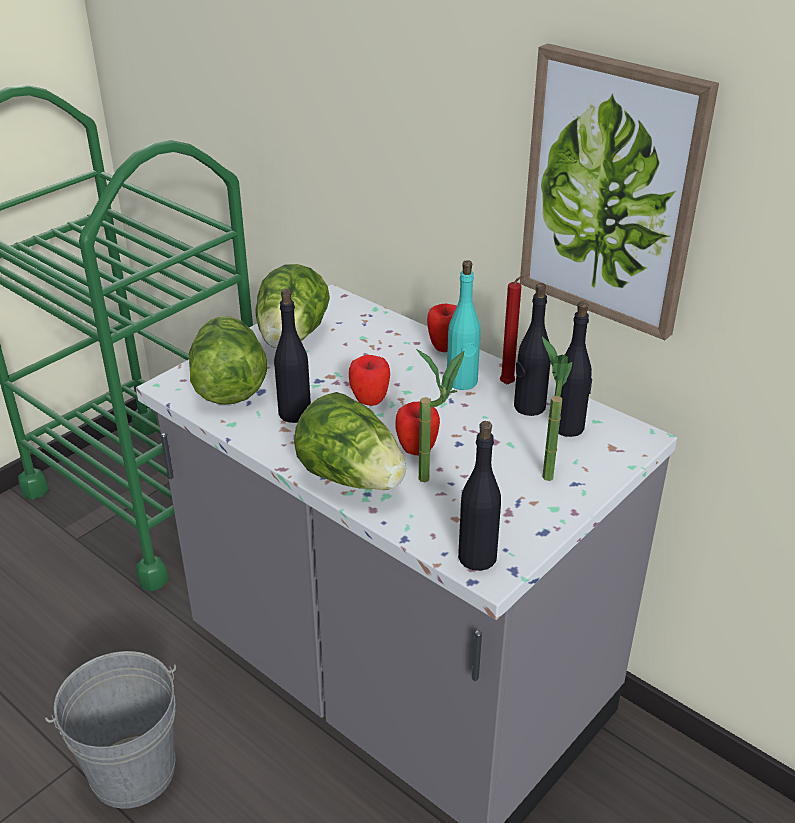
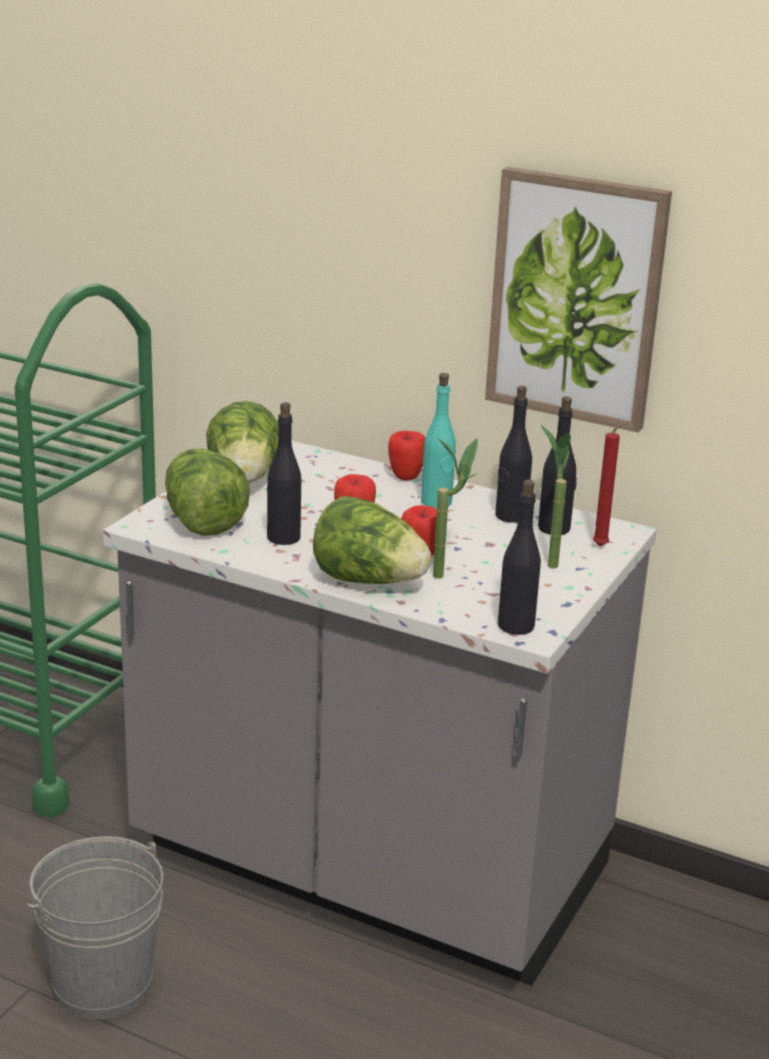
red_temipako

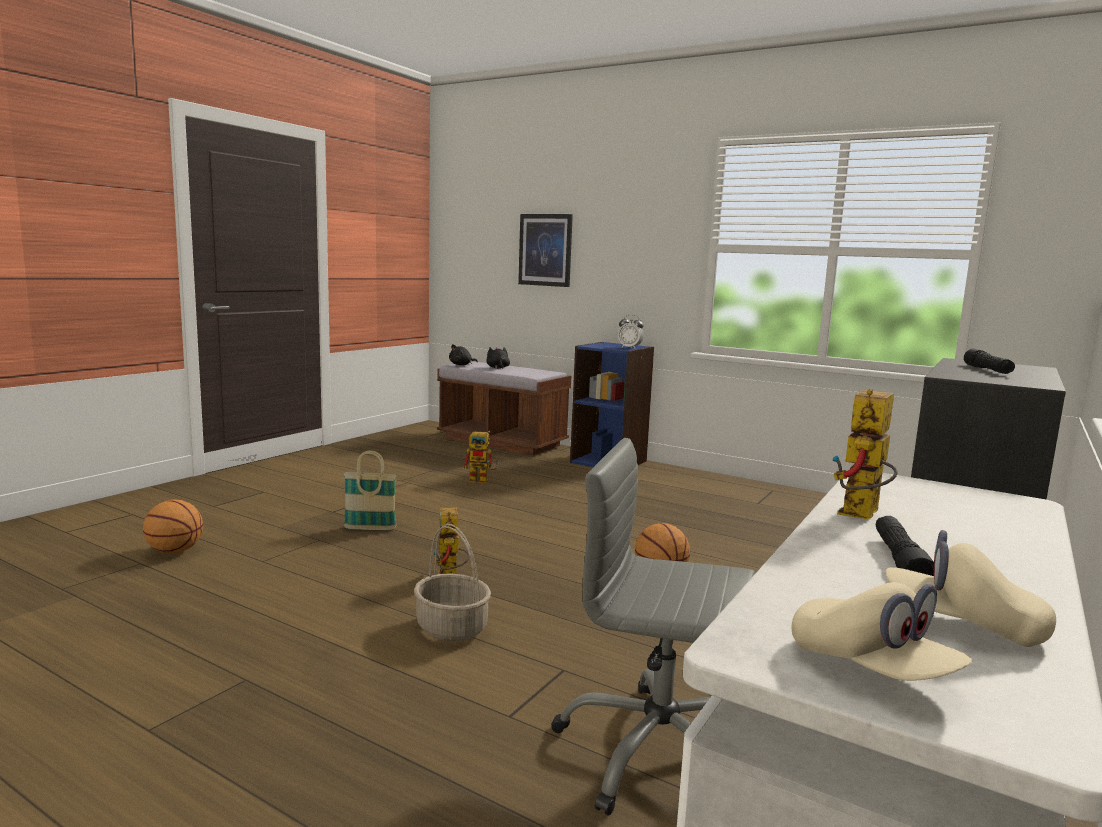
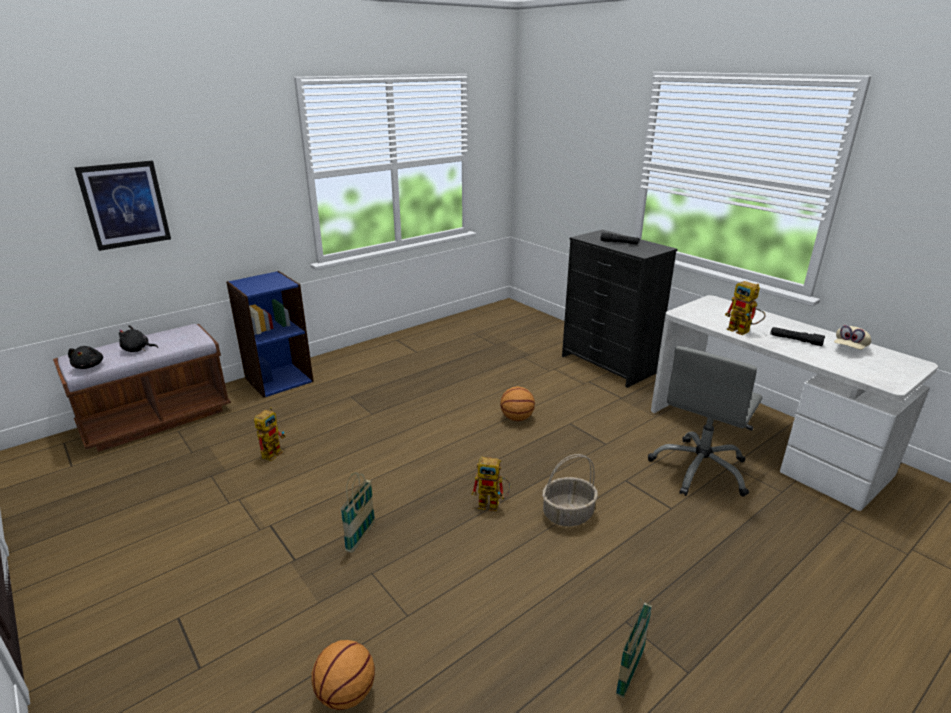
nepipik
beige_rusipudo (no. 1 from left in the first image)
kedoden (no. 3 from left)

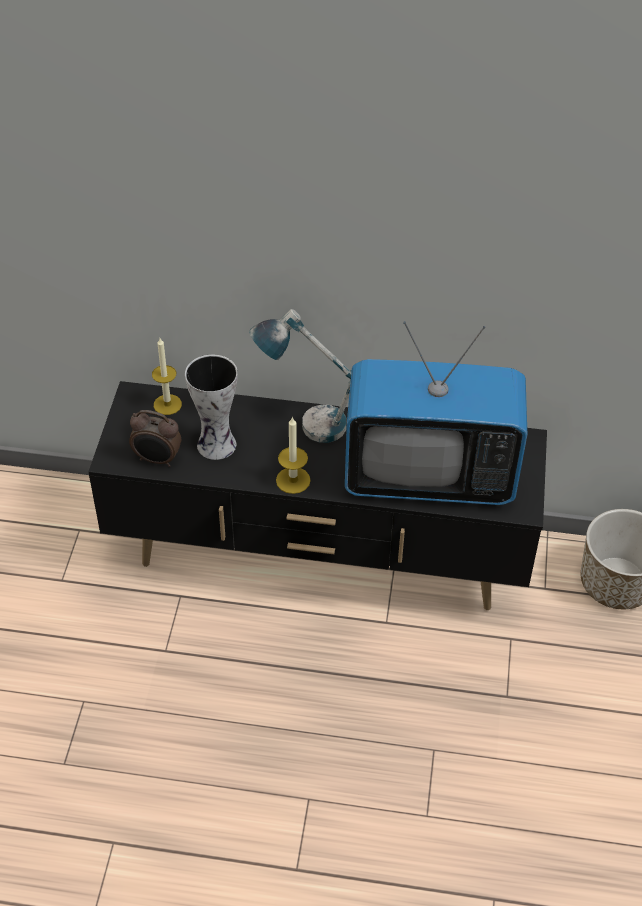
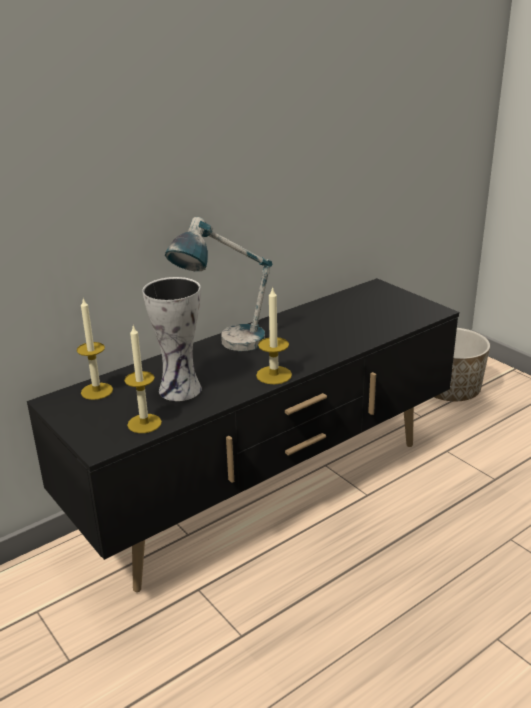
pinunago
temipako (no. 2 from left)

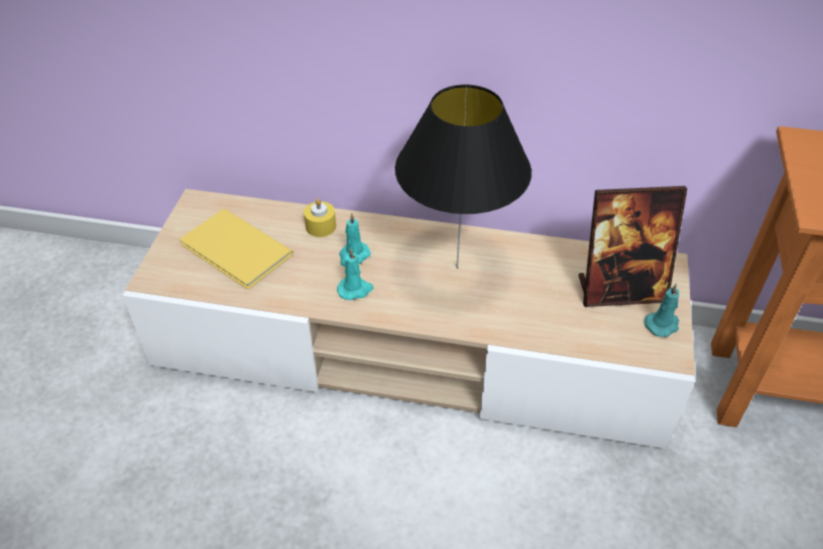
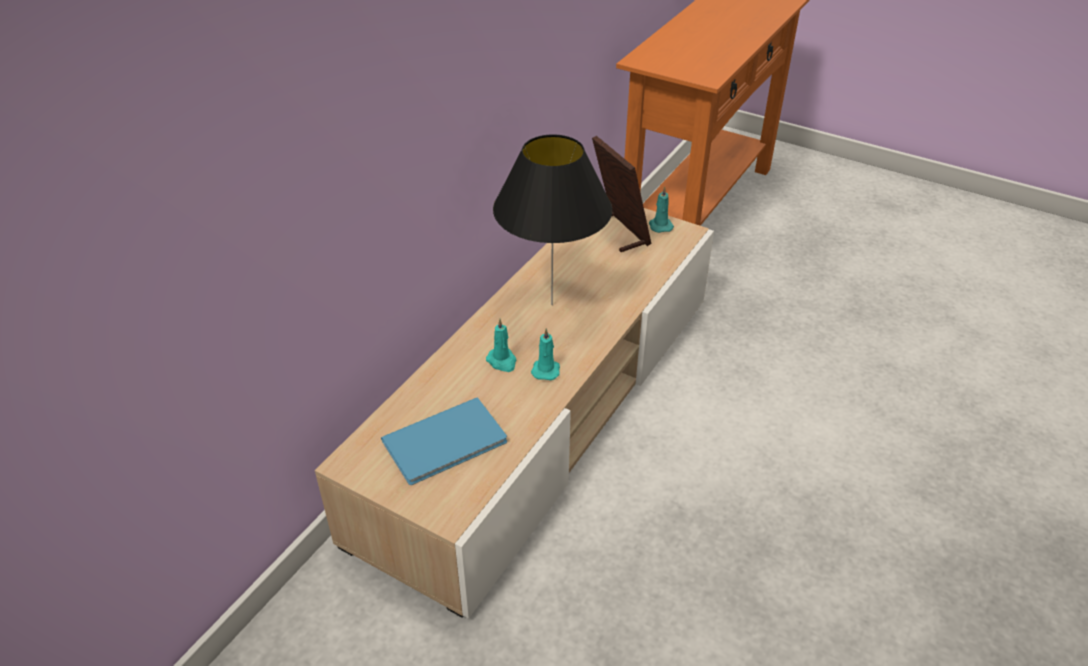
yellow_temipako
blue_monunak
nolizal

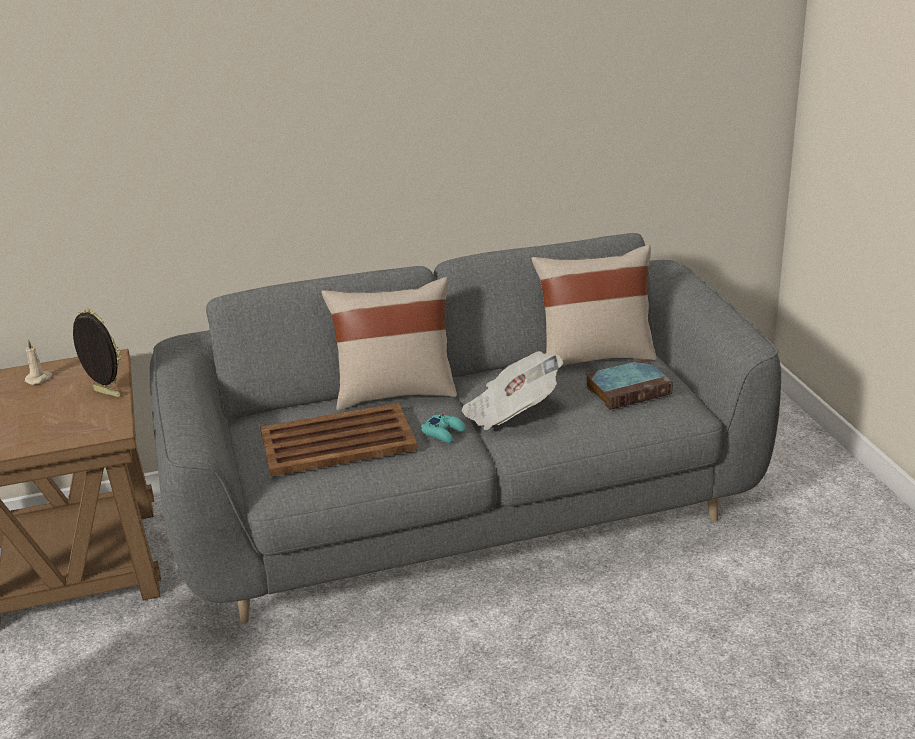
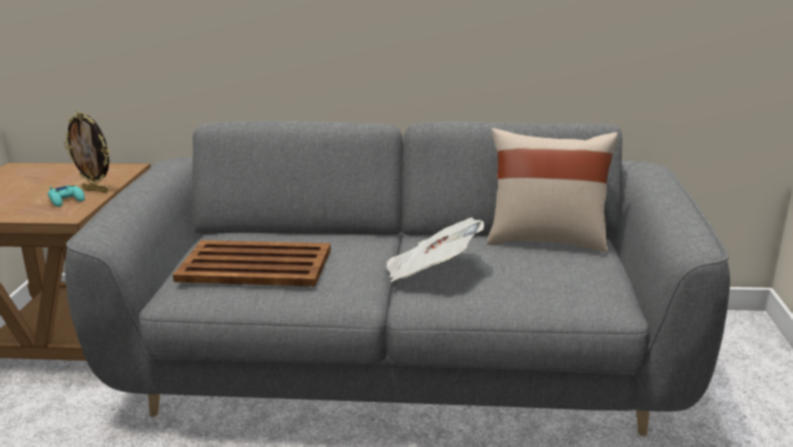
beige_temipako
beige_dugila (no. 1 from left in the first image)
monunak
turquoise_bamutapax
nolizal

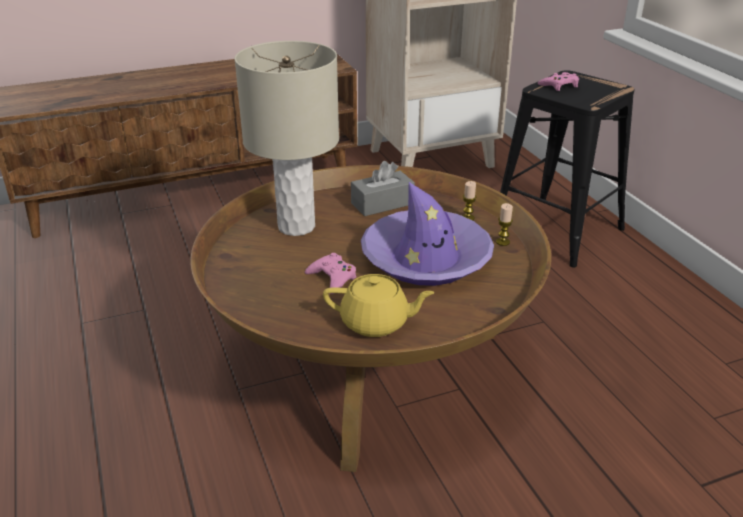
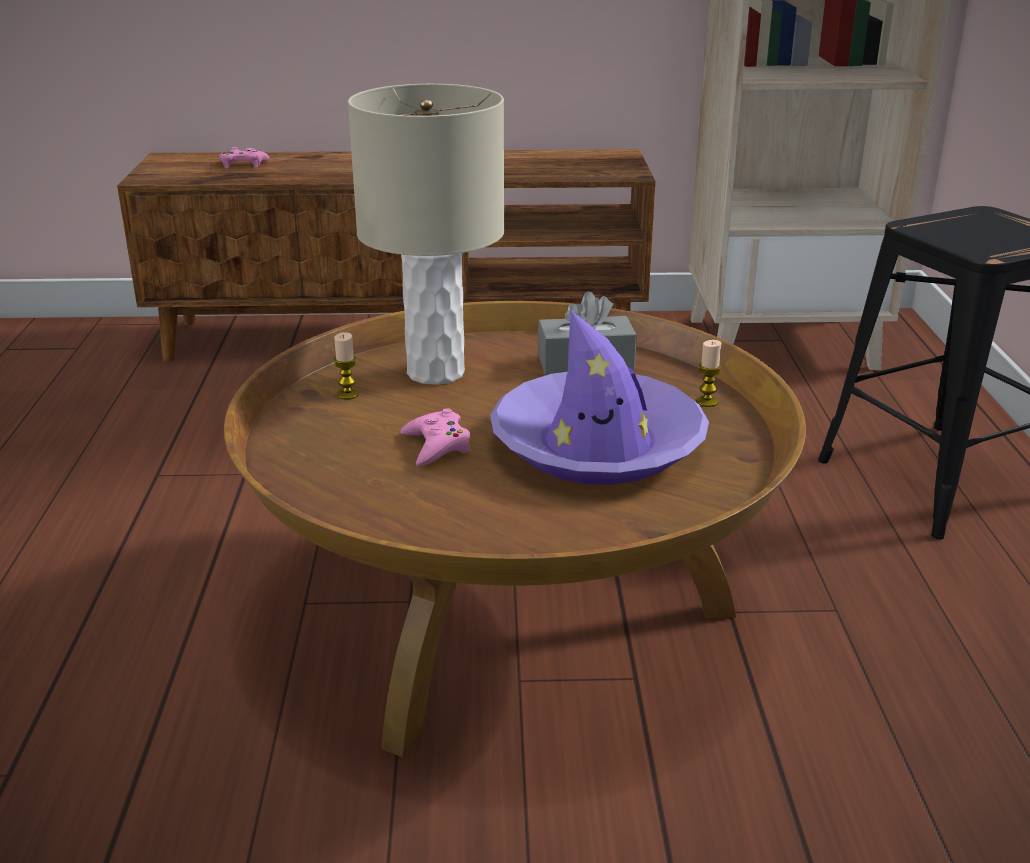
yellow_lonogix
temipako (no. 1 from left)
pink_bamutapax (no. 1 from left)

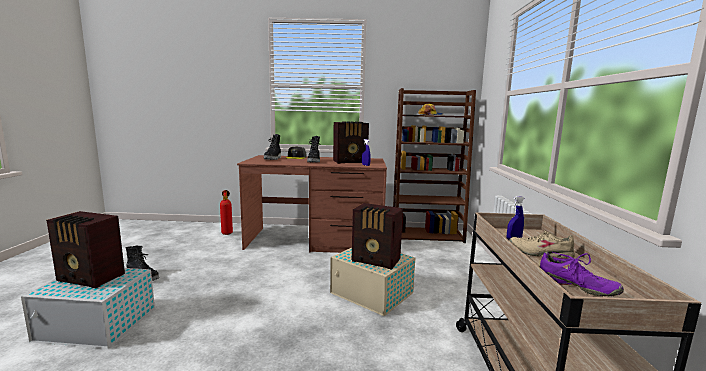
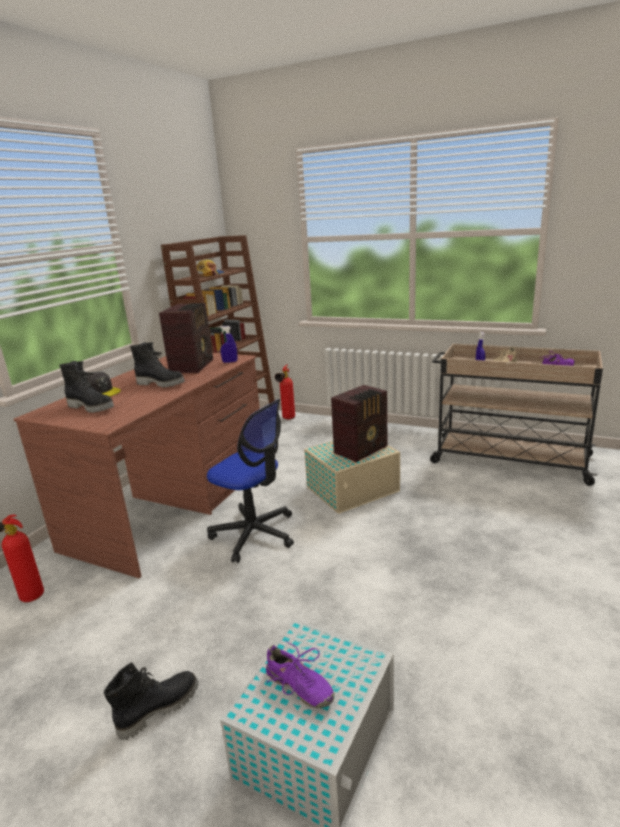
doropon
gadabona (no. 2 from left)
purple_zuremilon (no. 1 from left)

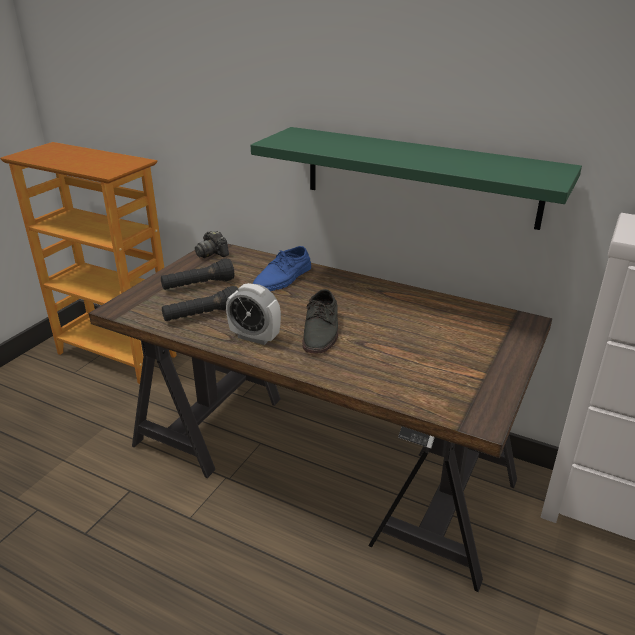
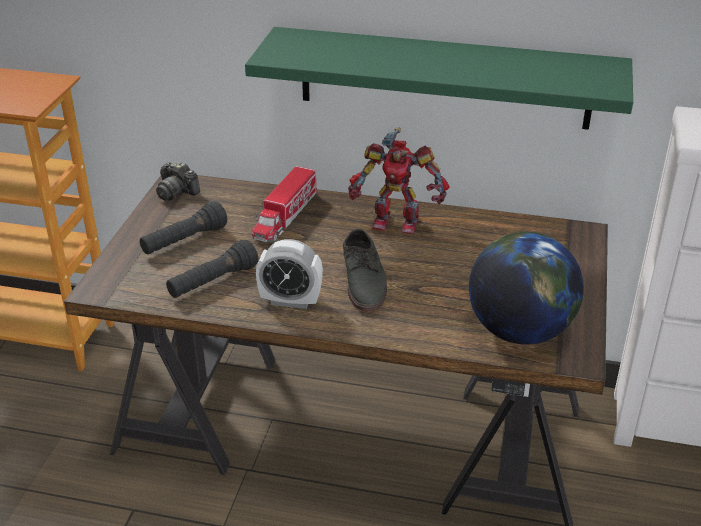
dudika
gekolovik
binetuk

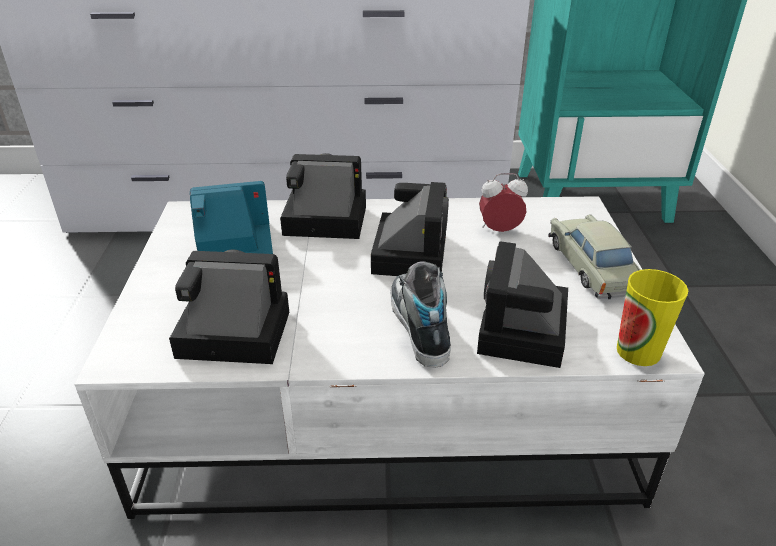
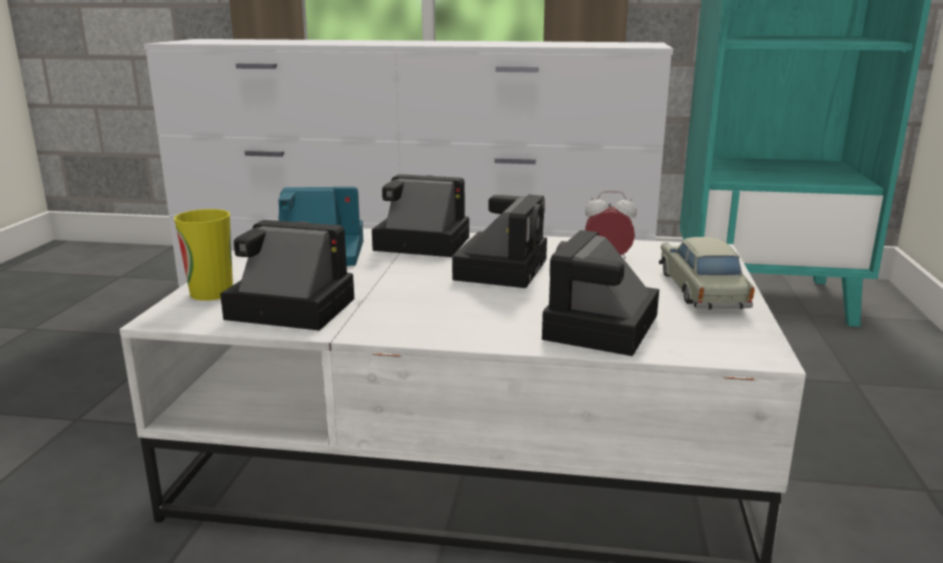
zuremilon
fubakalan

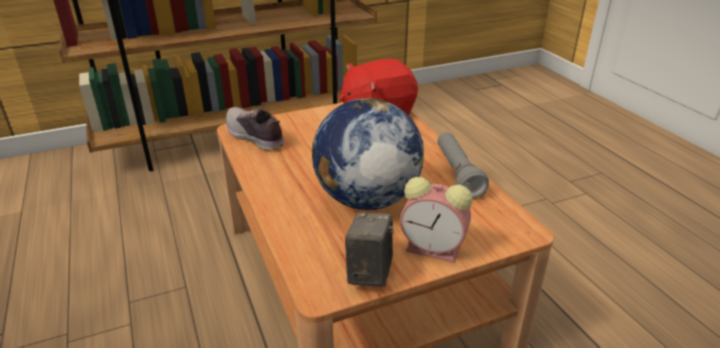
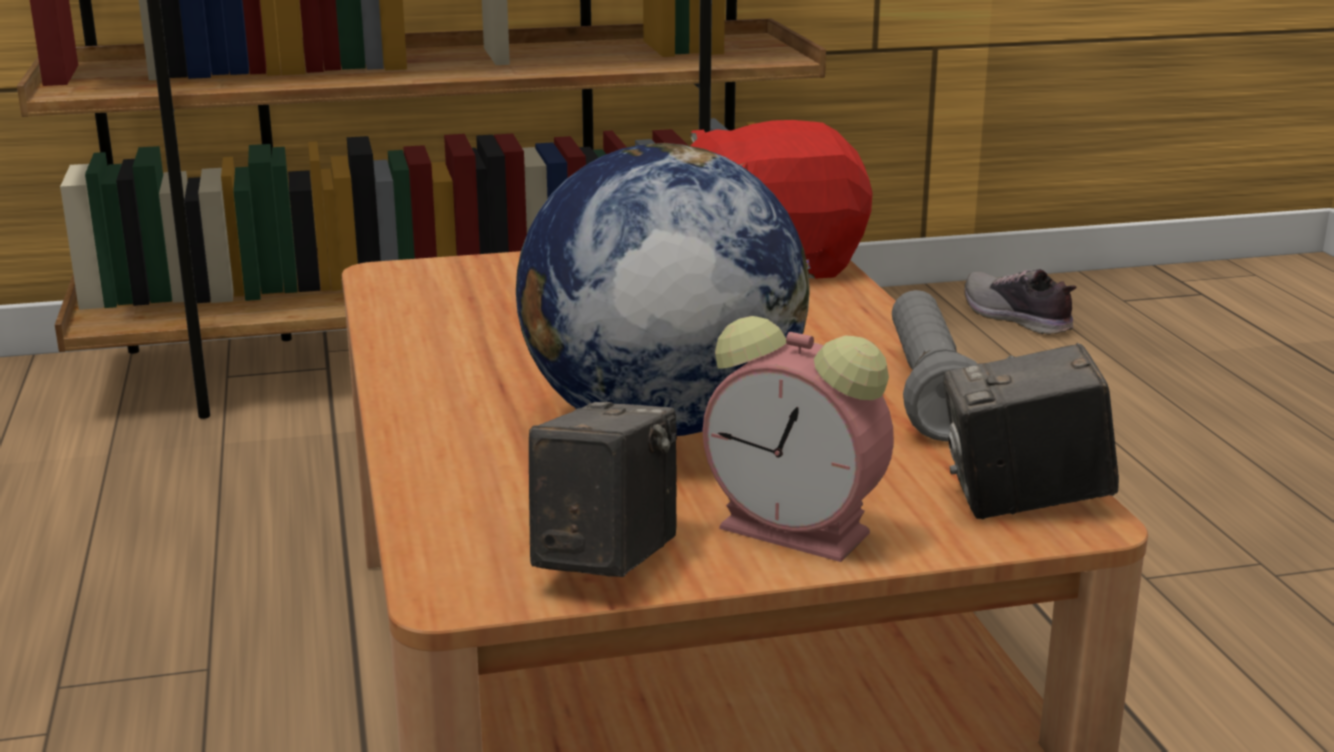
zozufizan (no. 2 from left)
zuremilon

